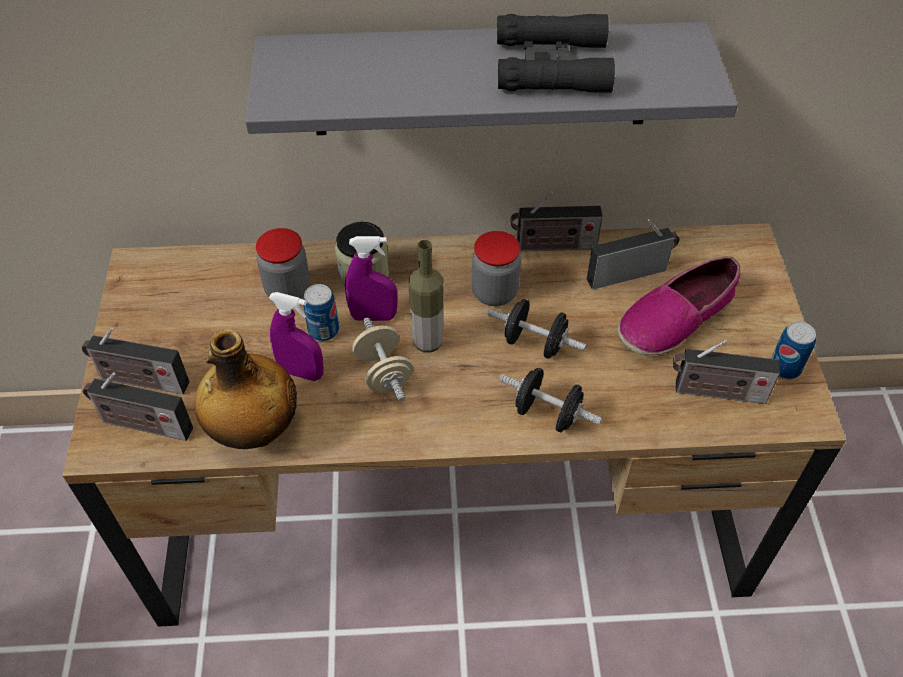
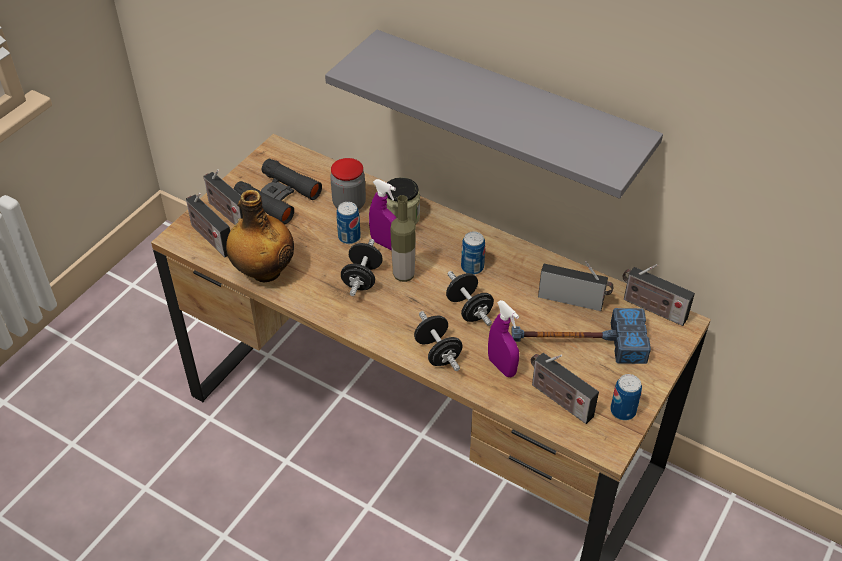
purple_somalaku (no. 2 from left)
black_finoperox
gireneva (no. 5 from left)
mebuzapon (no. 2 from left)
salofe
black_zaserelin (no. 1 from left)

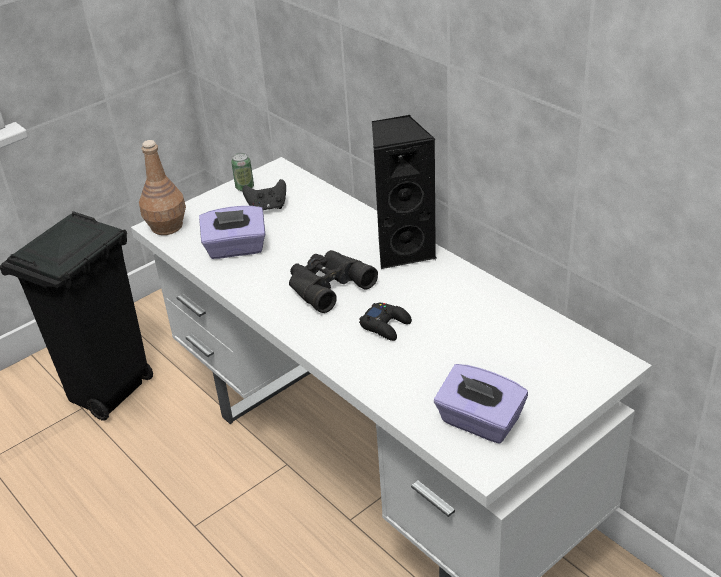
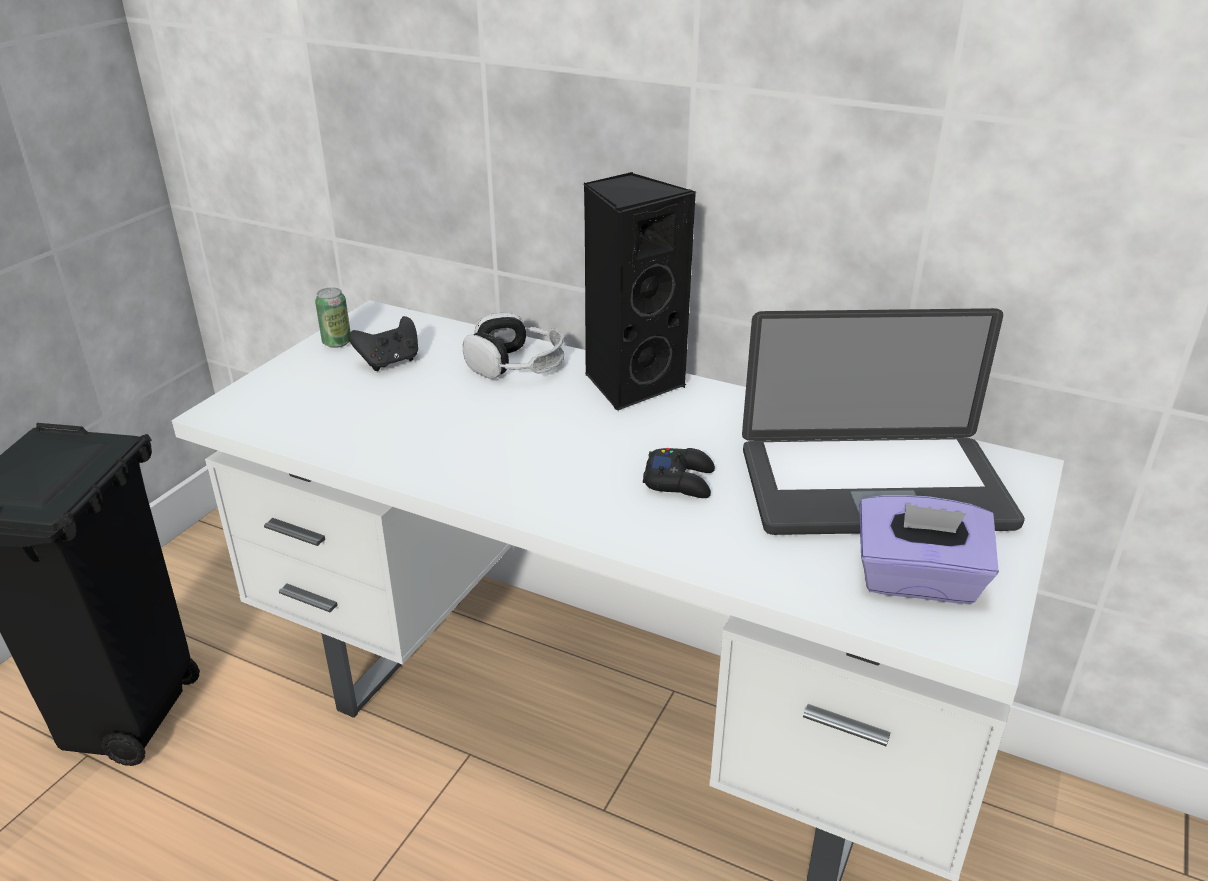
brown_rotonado
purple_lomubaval (no. 1 from left in the first image)
black_finoperox
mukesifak
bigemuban

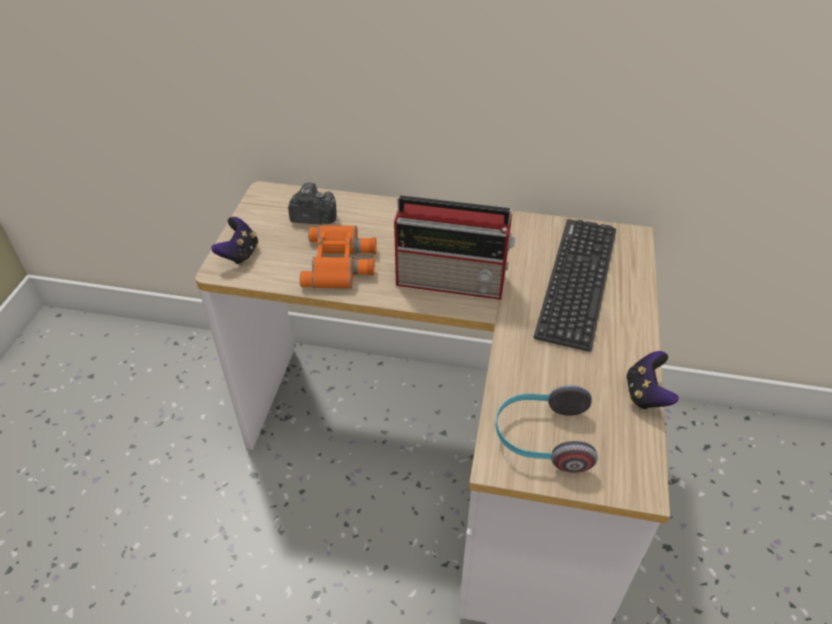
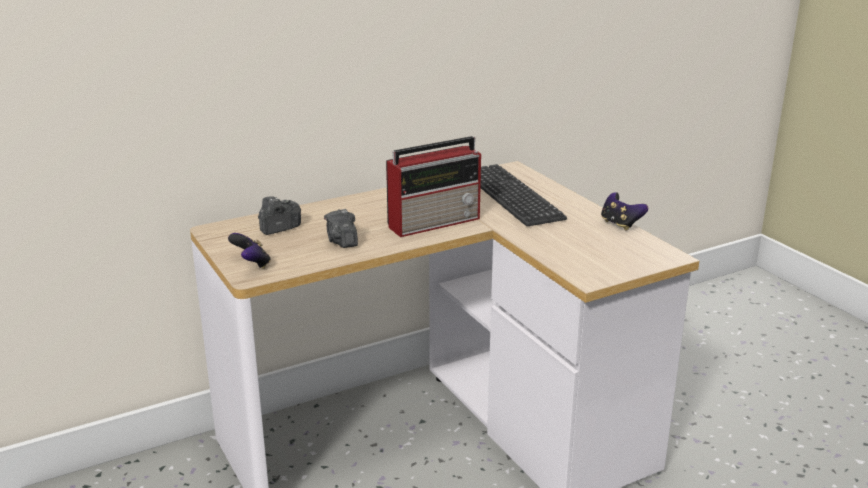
mukesifak
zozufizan (no. 2 from left)

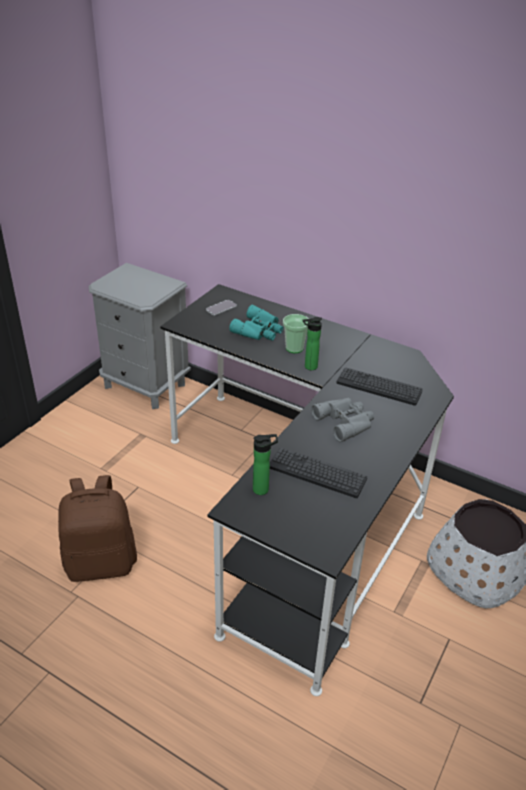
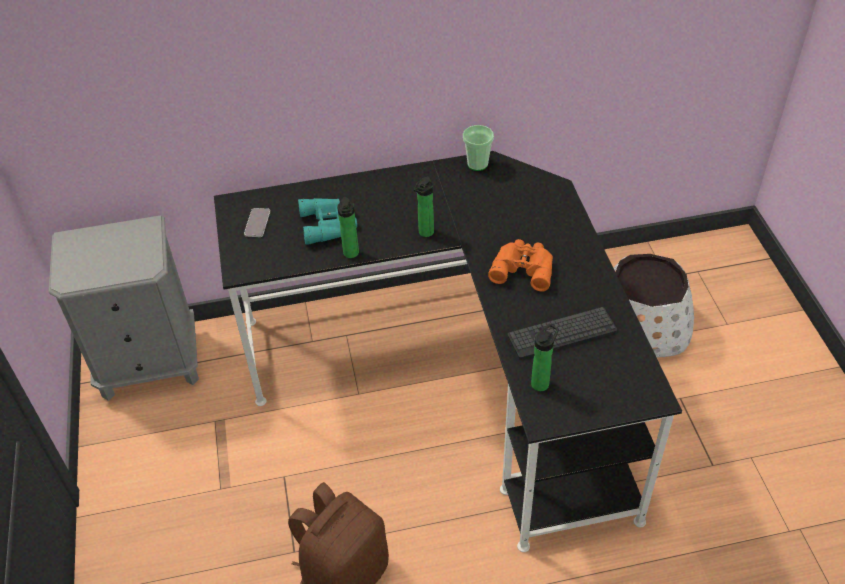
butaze (no. 2 from left in the first image)
rotonado (no. 1 from left)
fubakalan
orange_finoperox

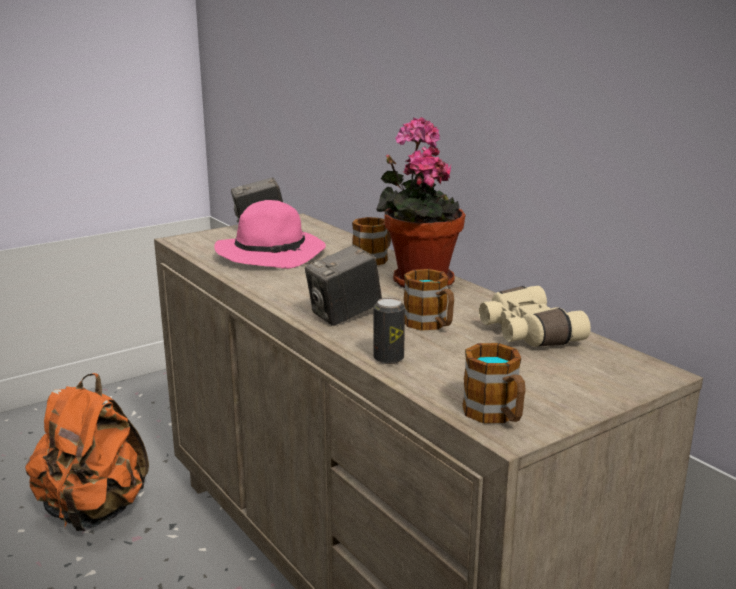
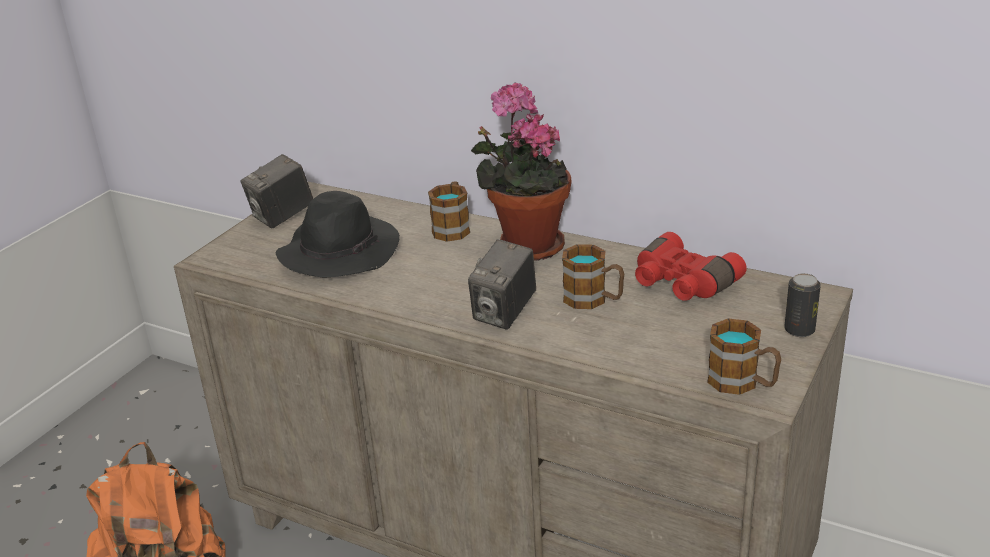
mebuzapon
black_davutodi
red_finoperox

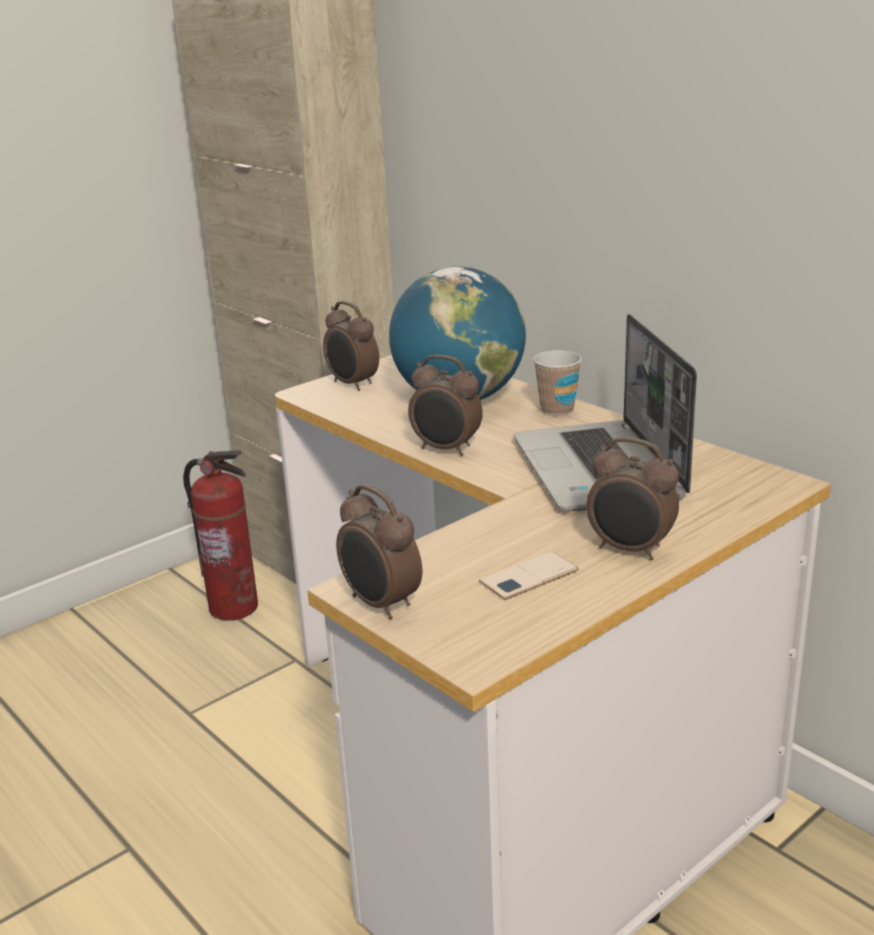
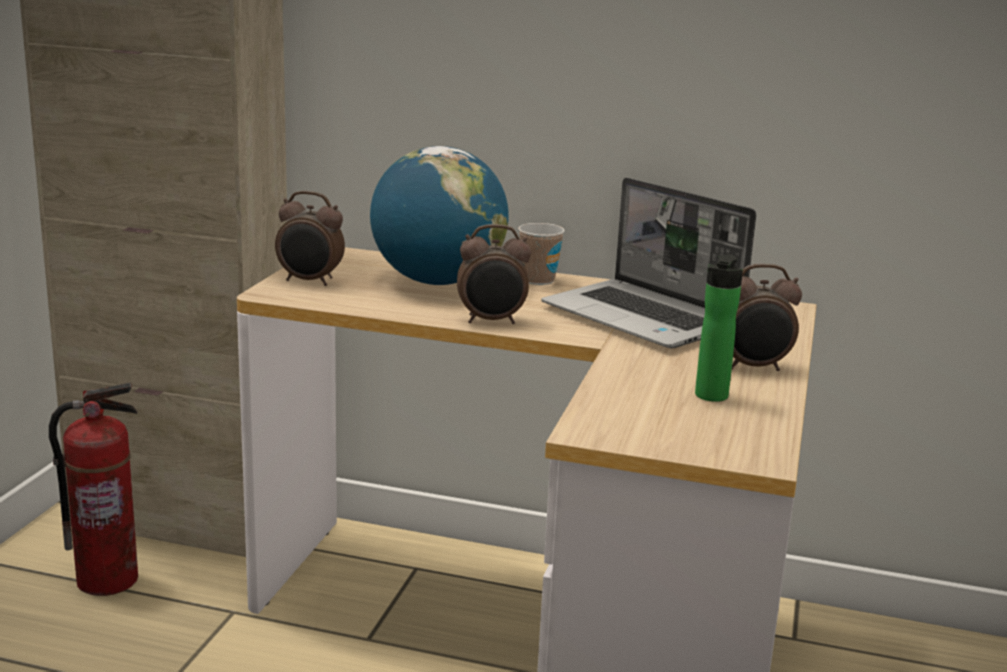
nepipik (no. 2 from left in the first image)
rotonado

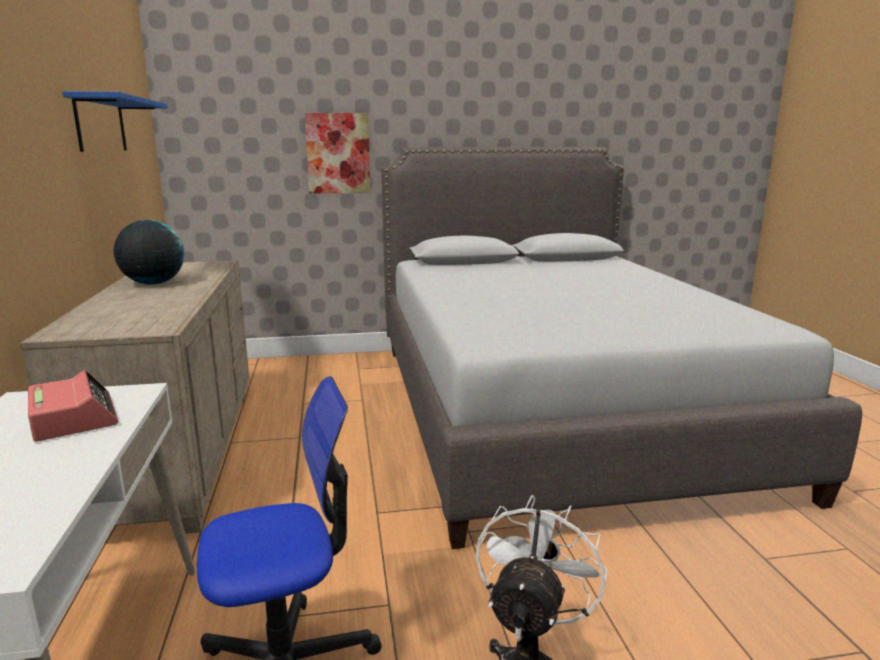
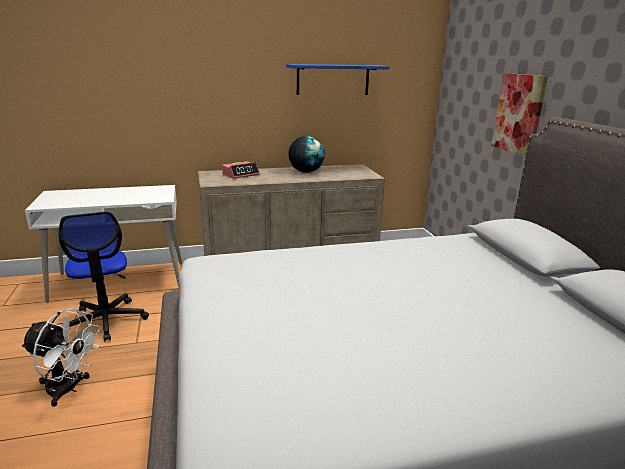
nepipik

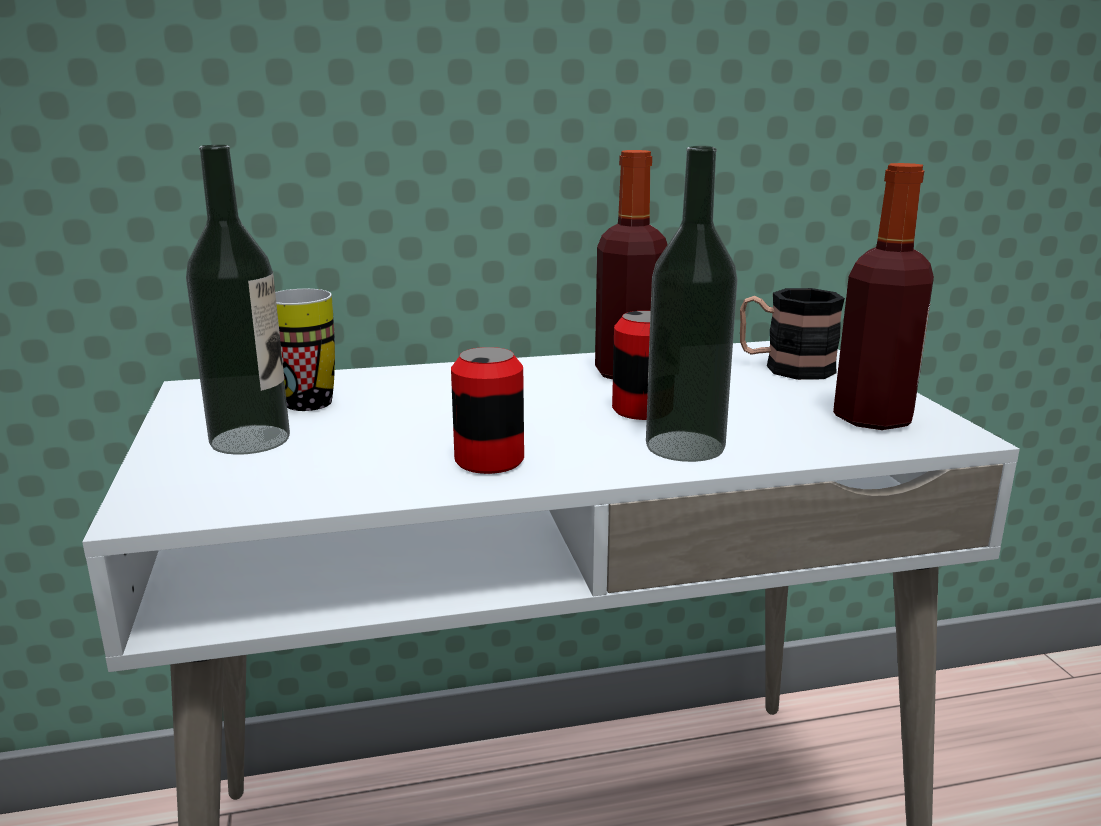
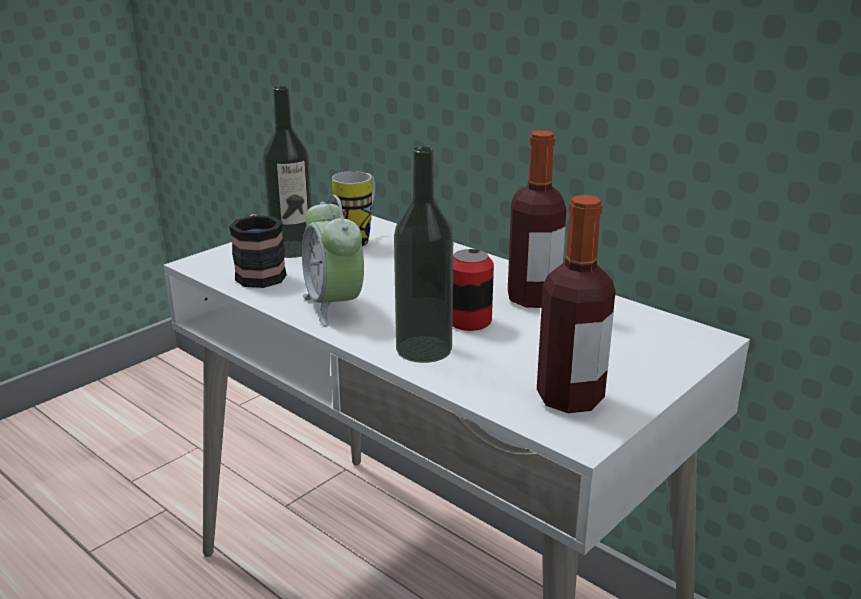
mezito (no. 1 from left)
nepipik

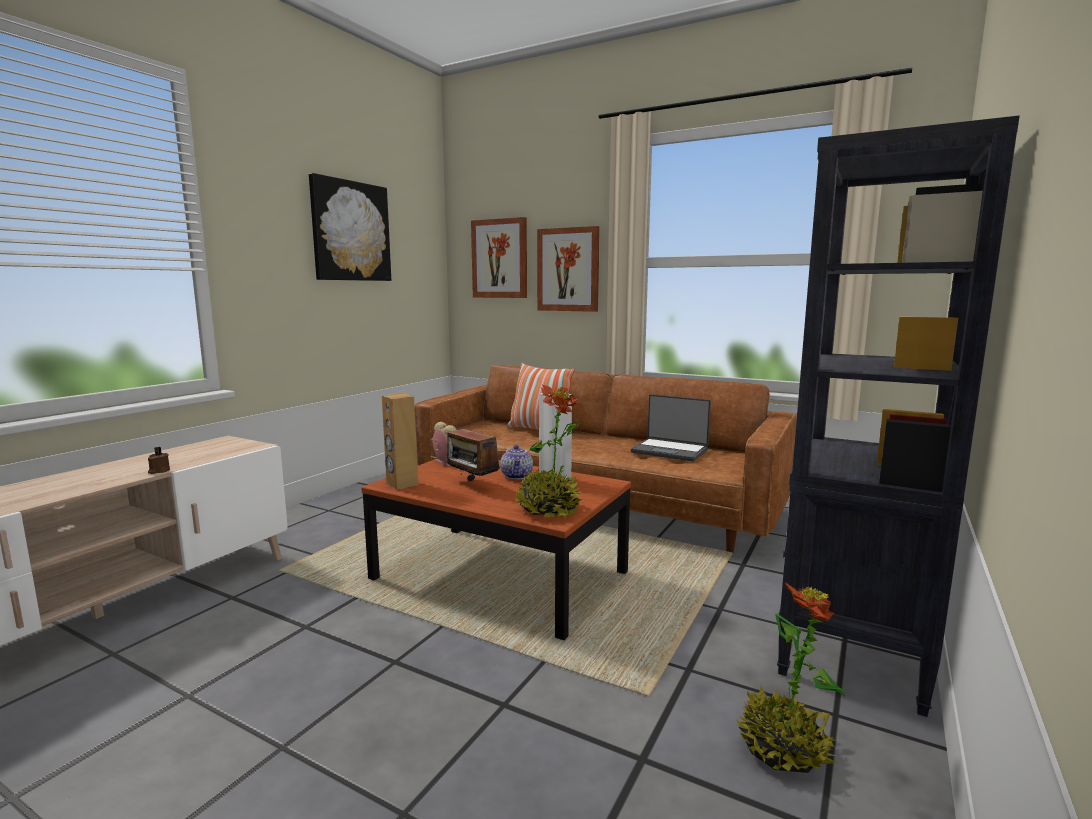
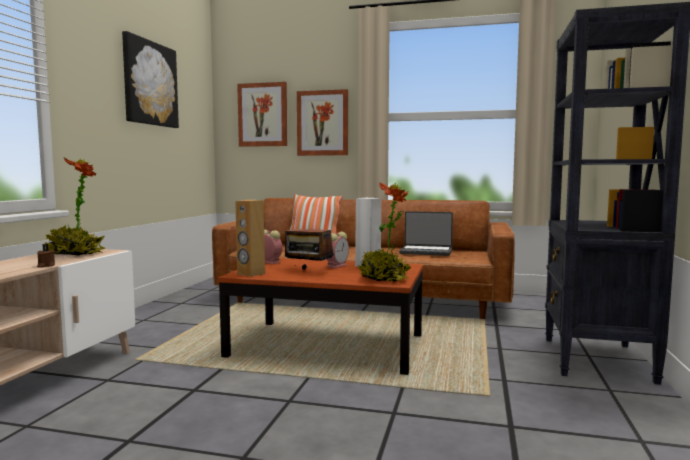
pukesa (no. 1 from left)
nepipik (no. 2 from left)

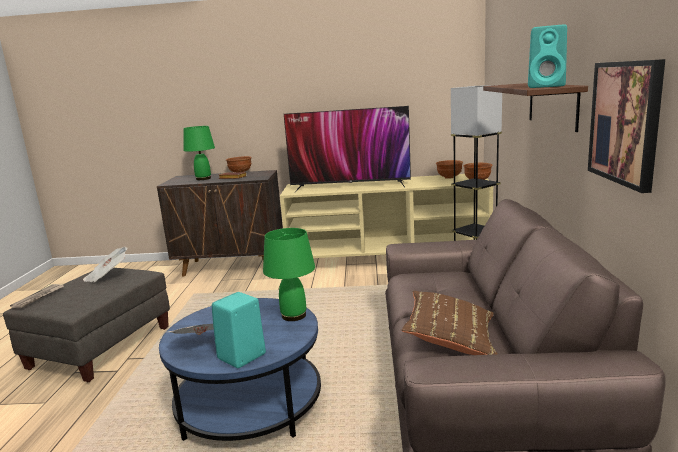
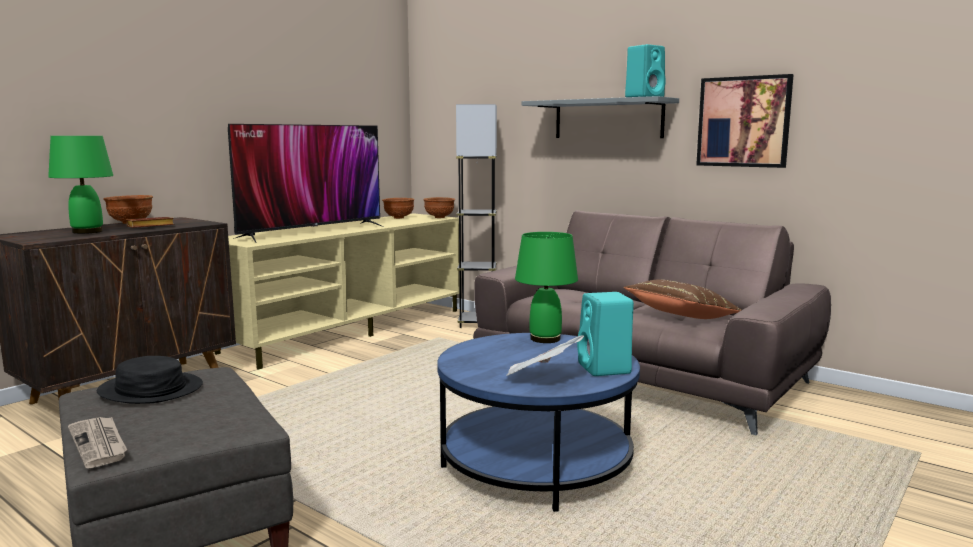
black_davutodi
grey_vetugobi

